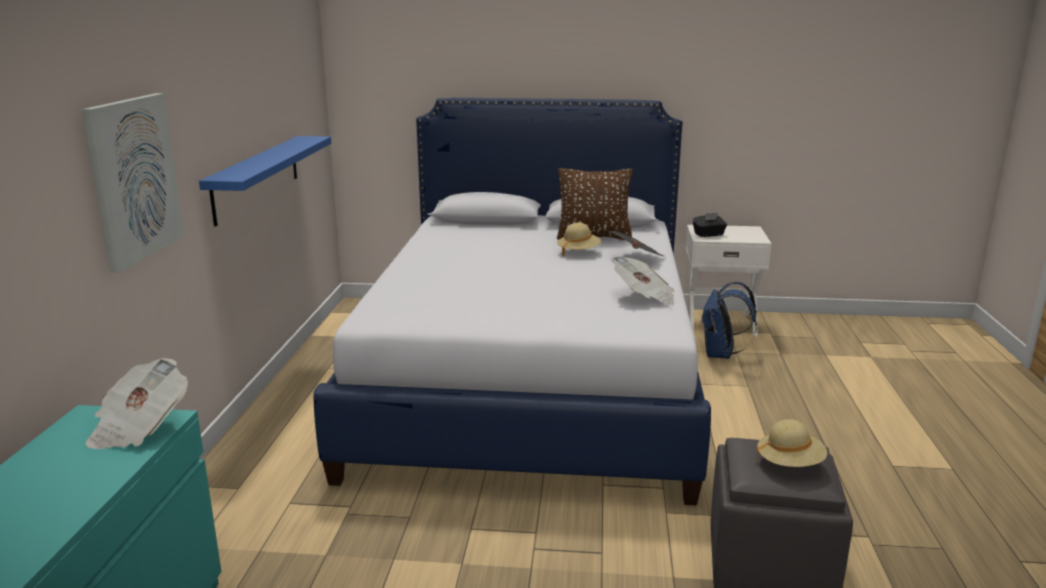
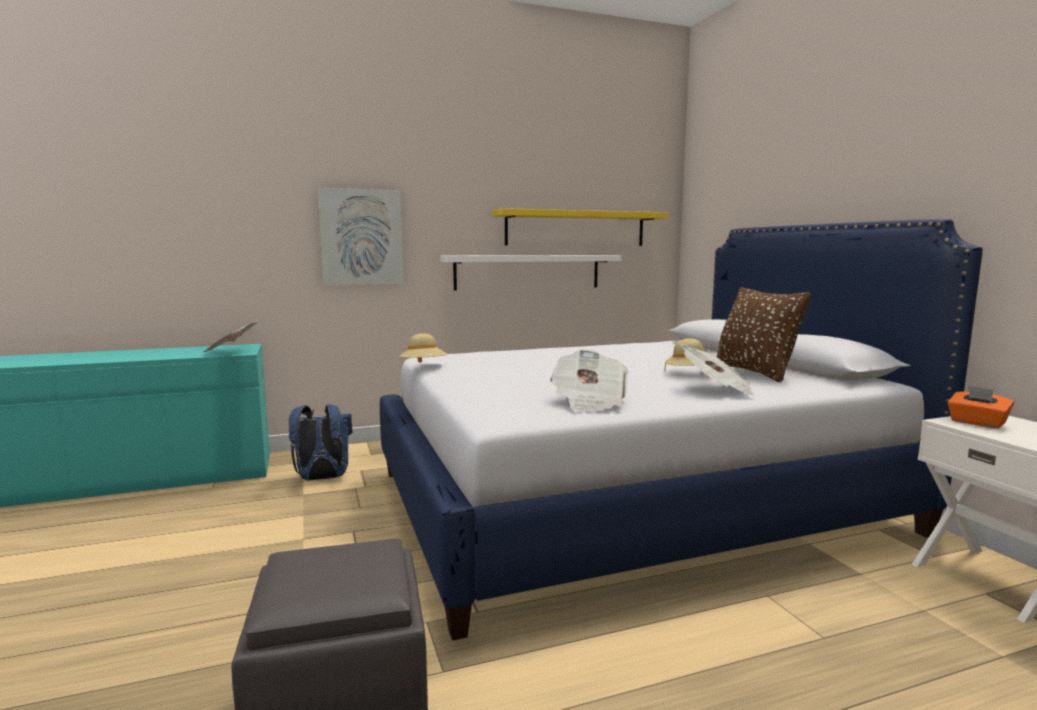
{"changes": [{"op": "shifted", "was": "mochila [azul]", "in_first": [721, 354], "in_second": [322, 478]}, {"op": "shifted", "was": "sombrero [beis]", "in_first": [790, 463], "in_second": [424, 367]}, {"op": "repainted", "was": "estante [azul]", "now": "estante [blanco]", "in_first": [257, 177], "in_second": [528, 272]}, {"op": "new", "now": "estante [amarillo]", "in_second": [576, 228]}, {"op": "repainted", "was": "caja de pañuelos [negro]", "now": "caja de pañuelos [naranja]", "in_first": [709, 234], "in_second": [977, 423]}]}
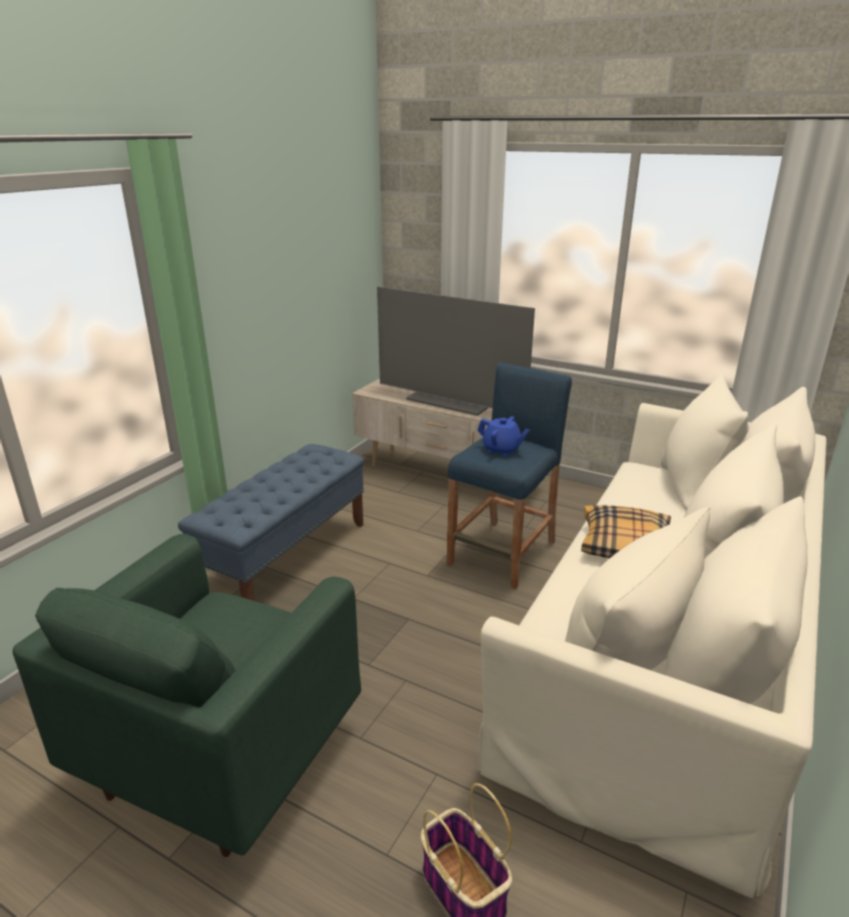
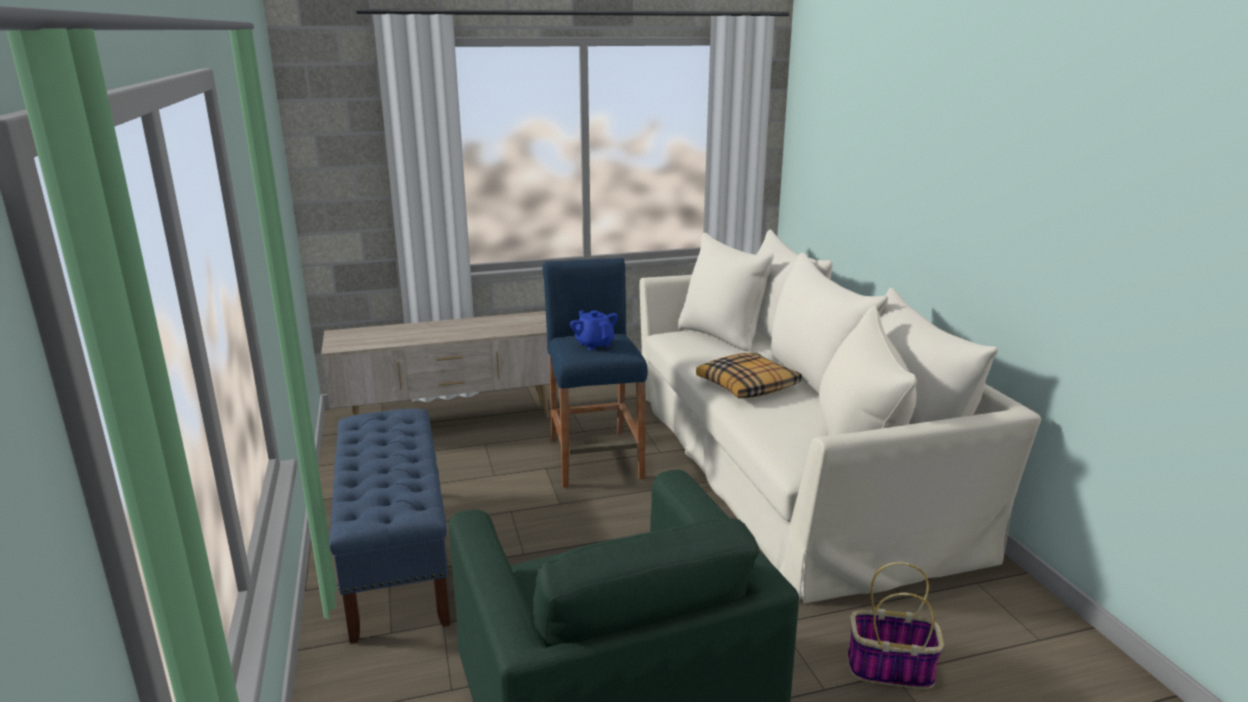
{"changes": [{"op": "rotated", "was": "tetera [azul]", "in_first": [501, 450], "in_second": [594, 344], "clockwise": -105}, {"op": "gone", "was": "televisor", "in_first": [451, 401]}]}
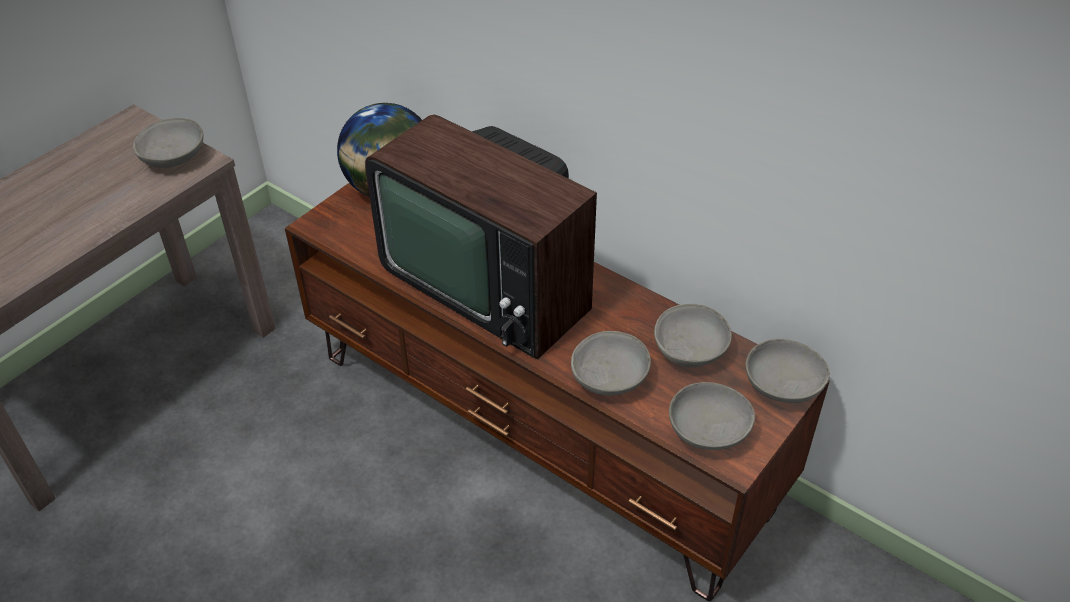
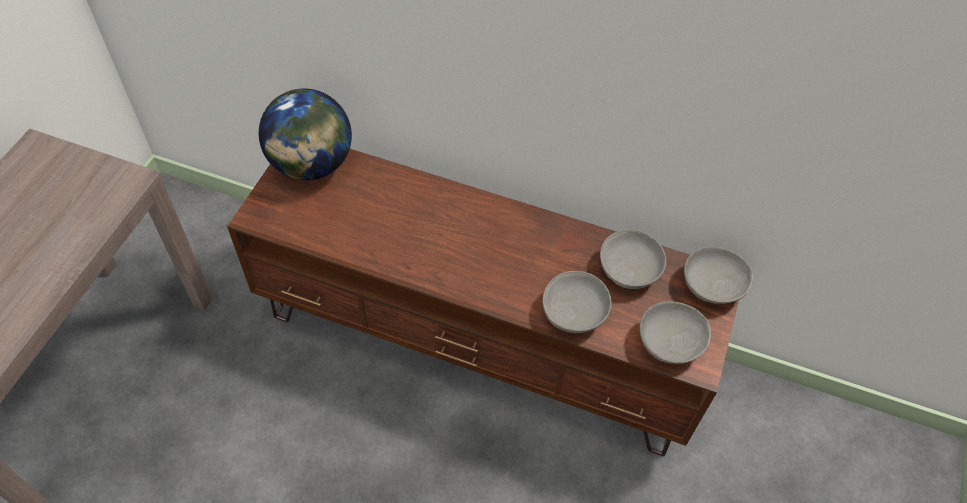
{"changes": [{"op": "gone", "was": "cuenco [gris]", "in_first": [175, 158]}, {"op": "gone", "was": "televisor", "in_first": [491, 279]}]}
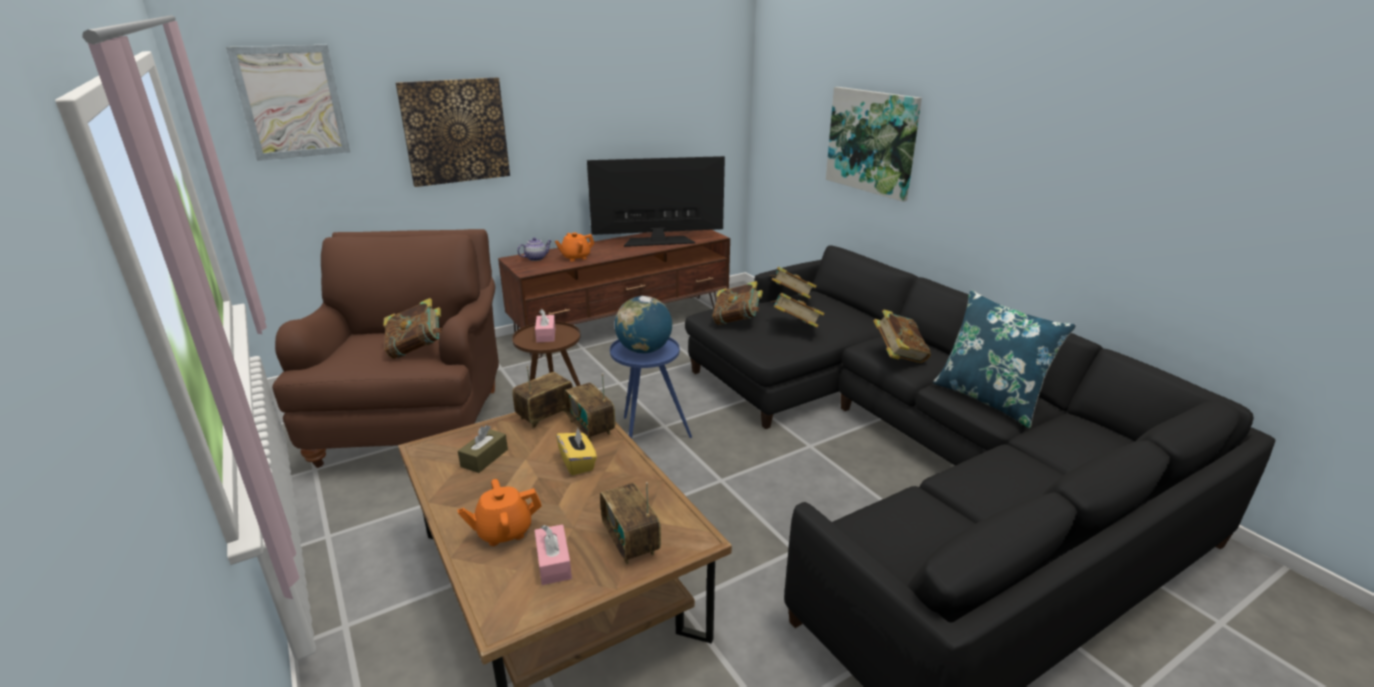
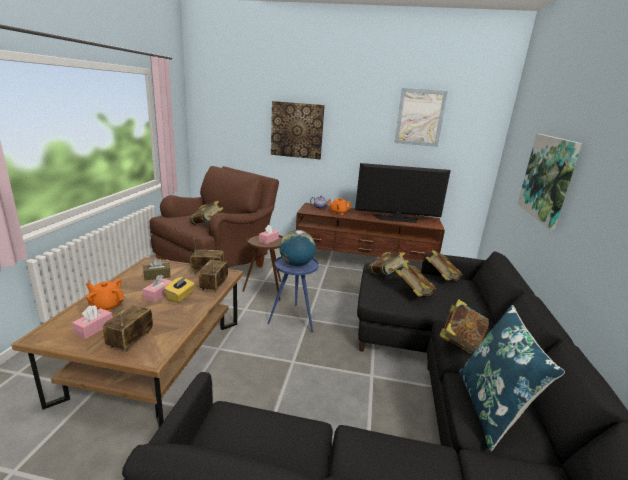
{"changes": [{"op": "new", "now": "caja de pañuelos [rosa]", "in_second": [158, 295]}, {"op": "rotated", "was": "televisor", "in_first": [658, 241], "in_second": [396, 219], "clockwise": 150}, {"op": "shifted", "was": "cuadro", "in_first": [291, 102], "in_second": [420, 117]}]}
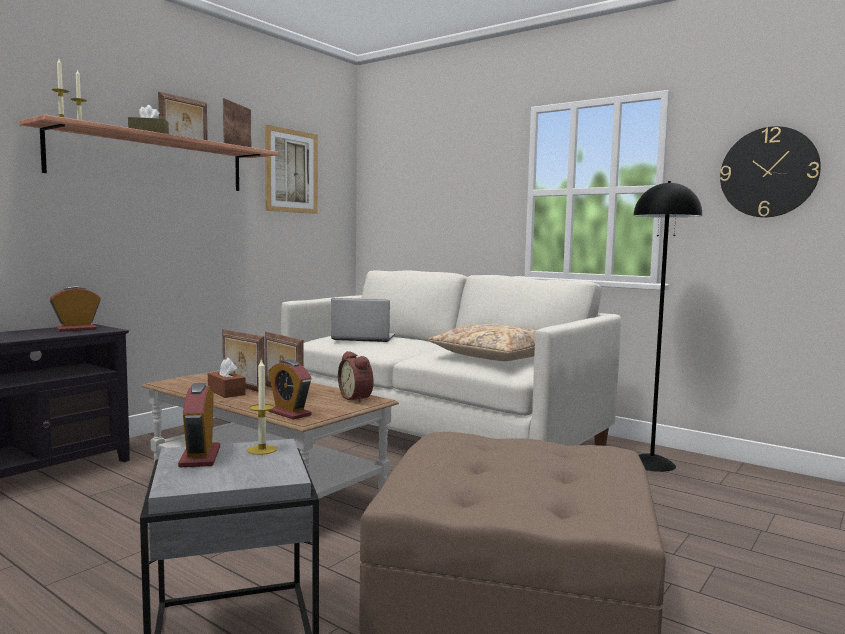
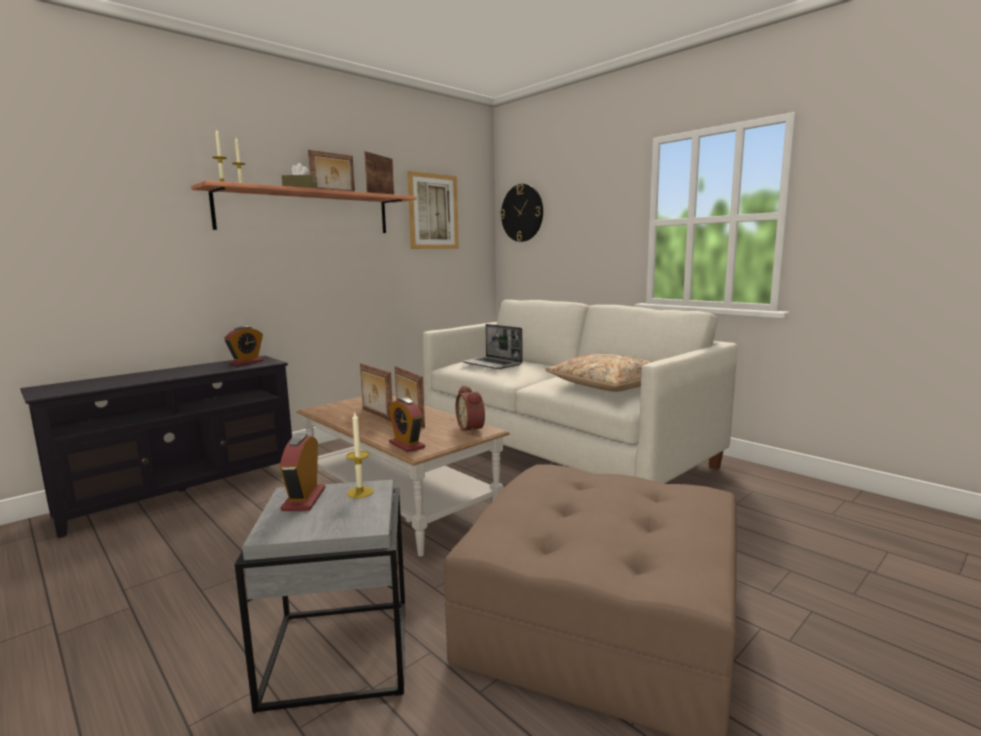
{"changes": [{"op": "rotated", "was": "despertador", "in_first": [76, 329], "in_second": [246, 362], "clockwise": 150}, {"op": "rotated", "was": "portátil", "in_first": [362, 338], "in_second": [492, 364], "clockwise": -150}, {"op": "shifted", "was": "reloj de pared", "in_first": [768, 172], "in_second": [522, 213]}, {"op": "gone", "was": "caja de pañuelos [marrón]", "in_first": [226, 392]}, {"op": "gone", "was": "lámpara de pie [negro]", "in_first": [652, 463]}]}
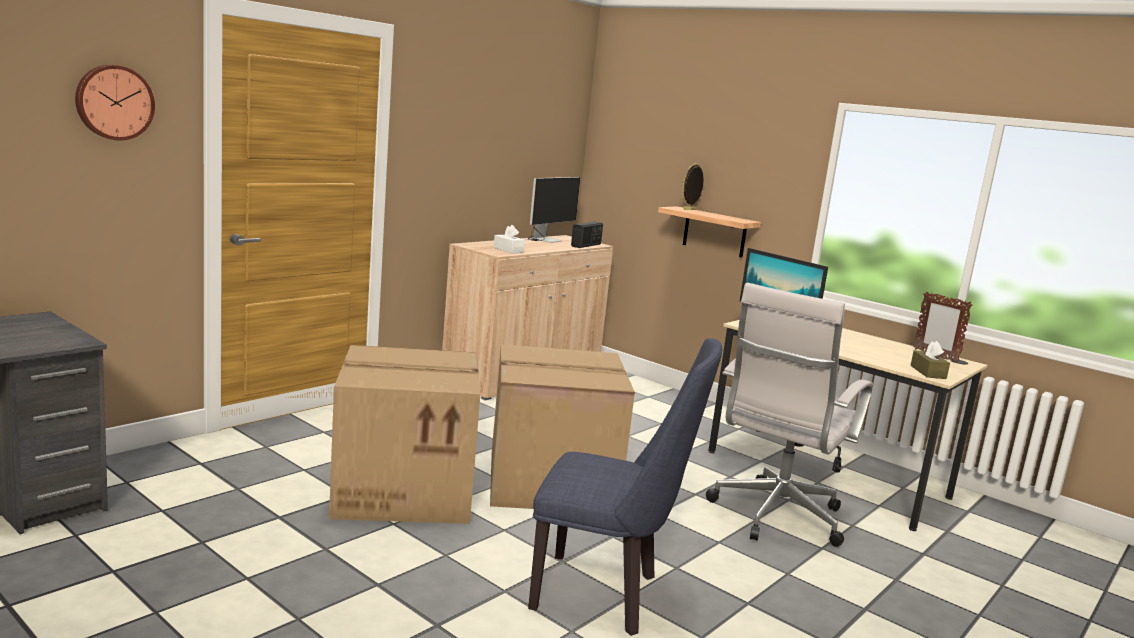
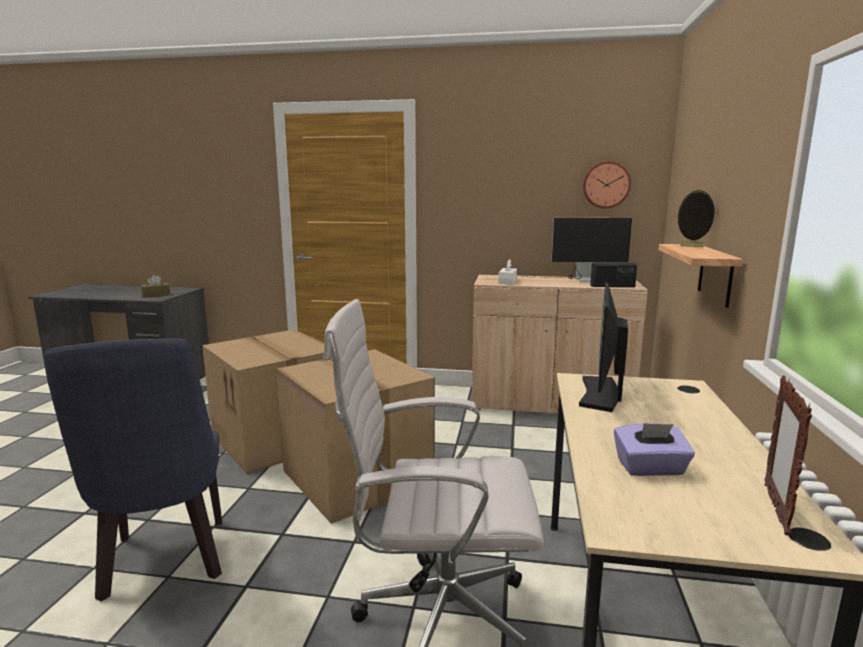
{"changes": [{"op": "shifted", "was": "caja de pañuelos [marrón]", "in_first": [928, 372], "in_second": [156, 295]}, {"op": "shifted", "was": "reloj de pared", "in_first": [114, 102], "in_second": [606, 185]}, {"op": "new", "now": "caja de pañuelos [morado]", "in_second": [650, 468]}]}
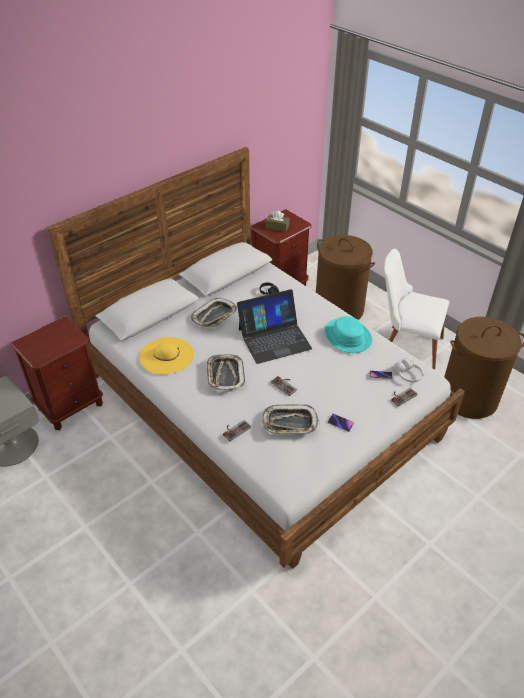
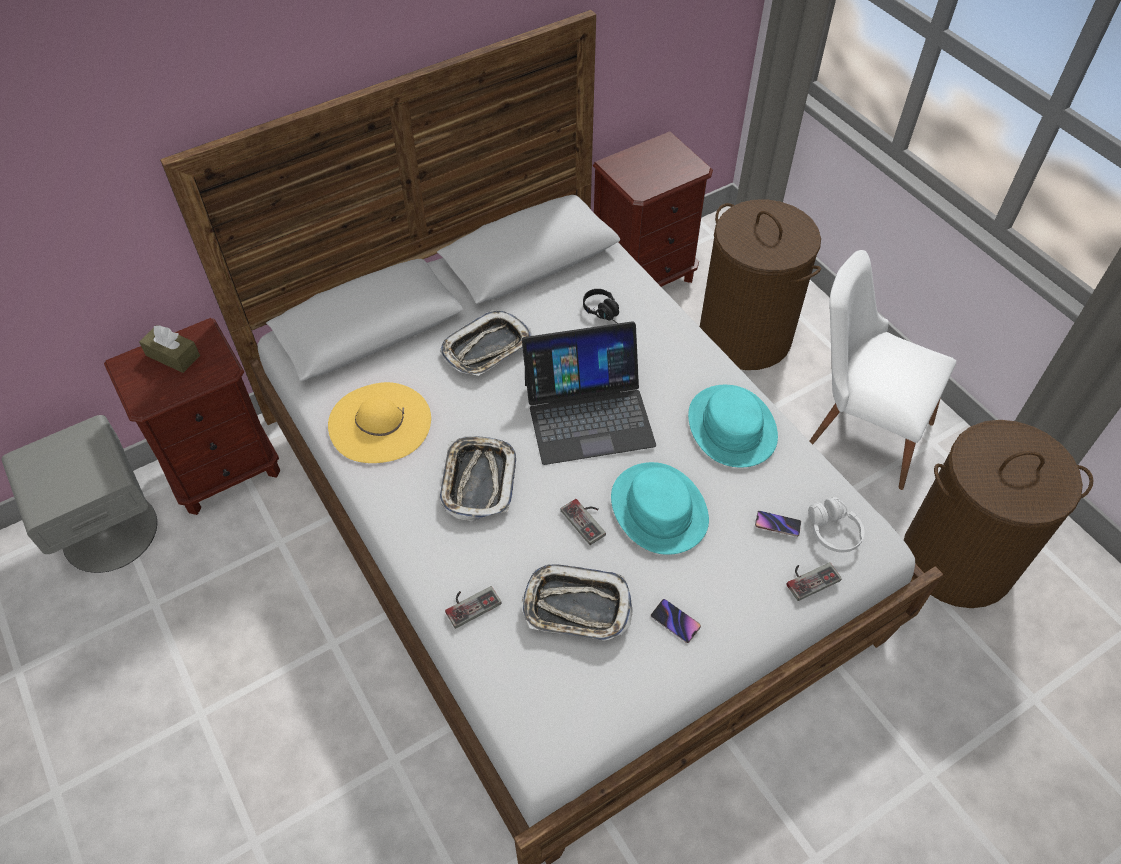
{"changes": [{"op": "shifted", "was": "caja de pañuelos [marrón]", "in_first": [277, 227], "in_second": [173, 355]}, {"op": "new", "now": "sombrero [turquesa]", "in_second": [659, 509]}]}
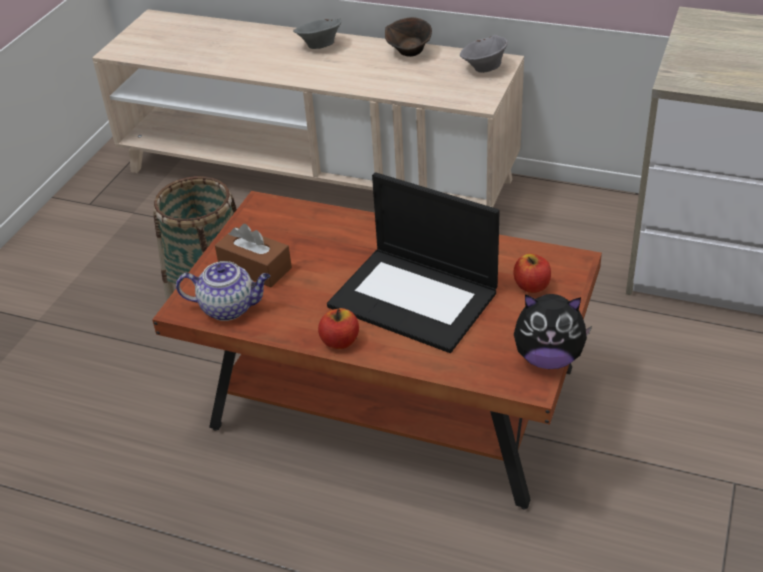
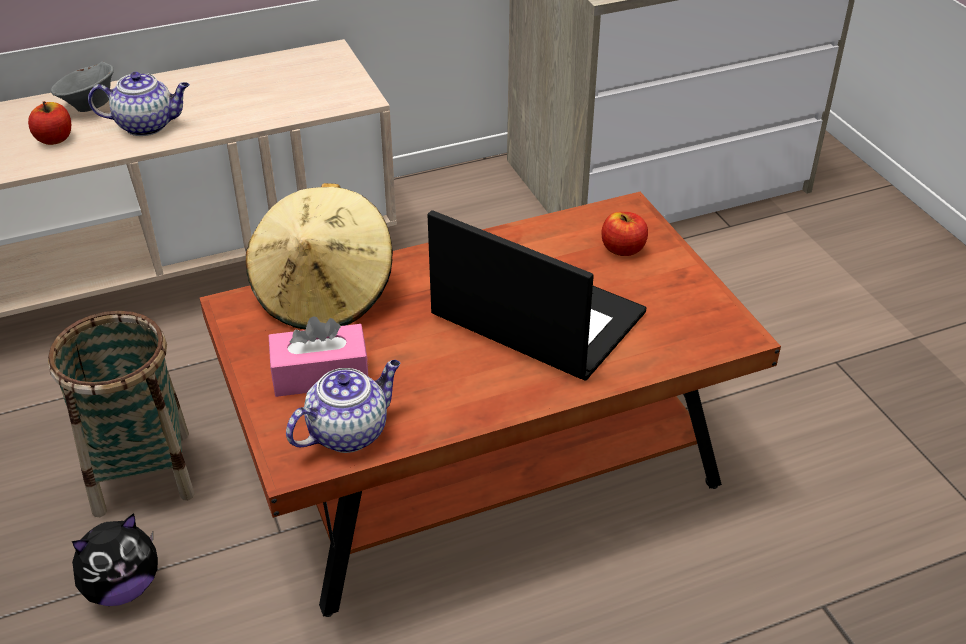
{"changes": [{"op": "shifted", "was": "manzana", "in_first": [340, 341], "in_second": [54, 139]}, {"op": "shifted", "was": "peluche", "in_first": [548, 358], "in_second": [122, 587]}, {"op": "new", "now": "tetera", "in_second": [147, 125]}, {"op": "new", "now": "sombrero [beis]", "in_second": [324, 294]}, {"op": "repainted", "was": "caja de pañuelos [marrón]", "now": "caja de pañuelos [rosa]", "in_first": [255, 267], "in_second": [320, 374]}, {"op": "rotated", "was": "portátil", "in_first": [415, 298], "in_second": [534, 315], "clockwise": -135}, {"op": "gone", "was": "cuenco [marrón]", "in_first": [410, 53]}, {"op": "gone", "was": "cuenco [gris]", "in_first": [484, 68]}]}
